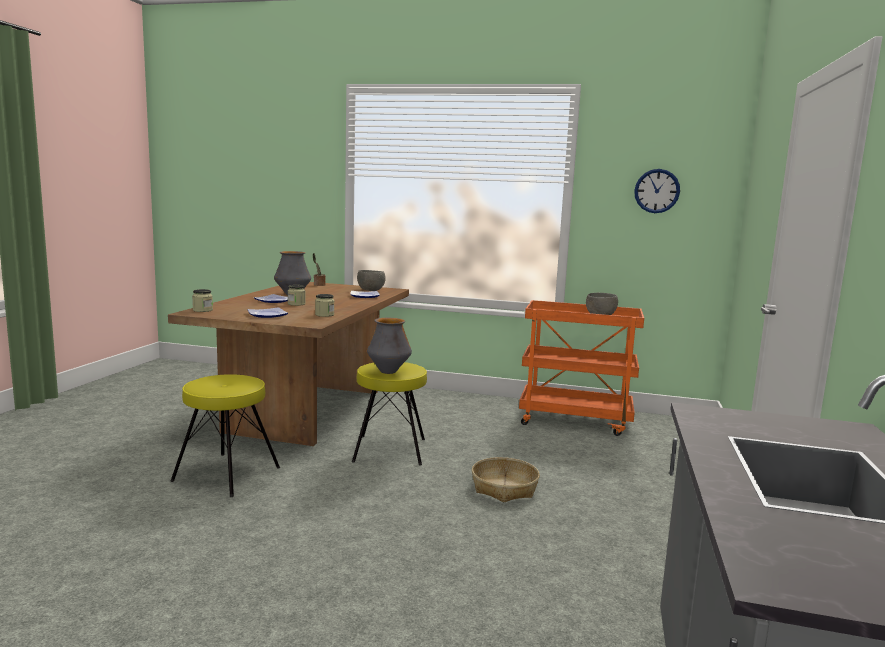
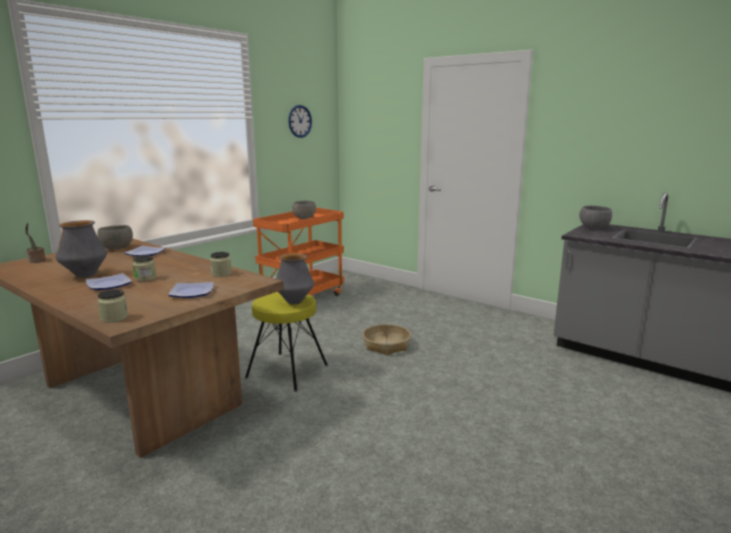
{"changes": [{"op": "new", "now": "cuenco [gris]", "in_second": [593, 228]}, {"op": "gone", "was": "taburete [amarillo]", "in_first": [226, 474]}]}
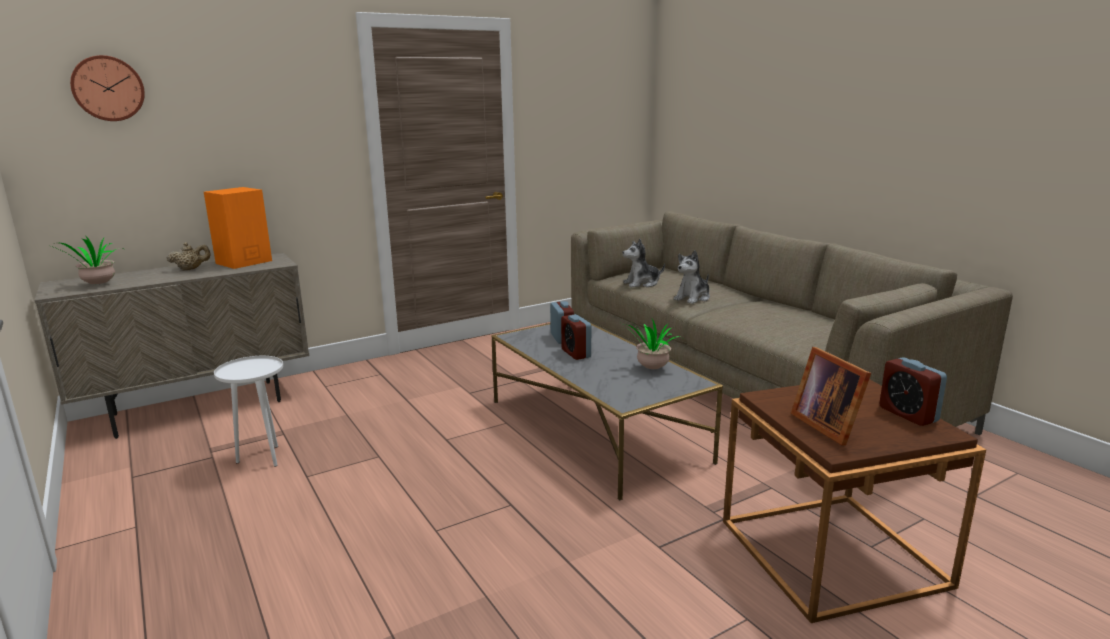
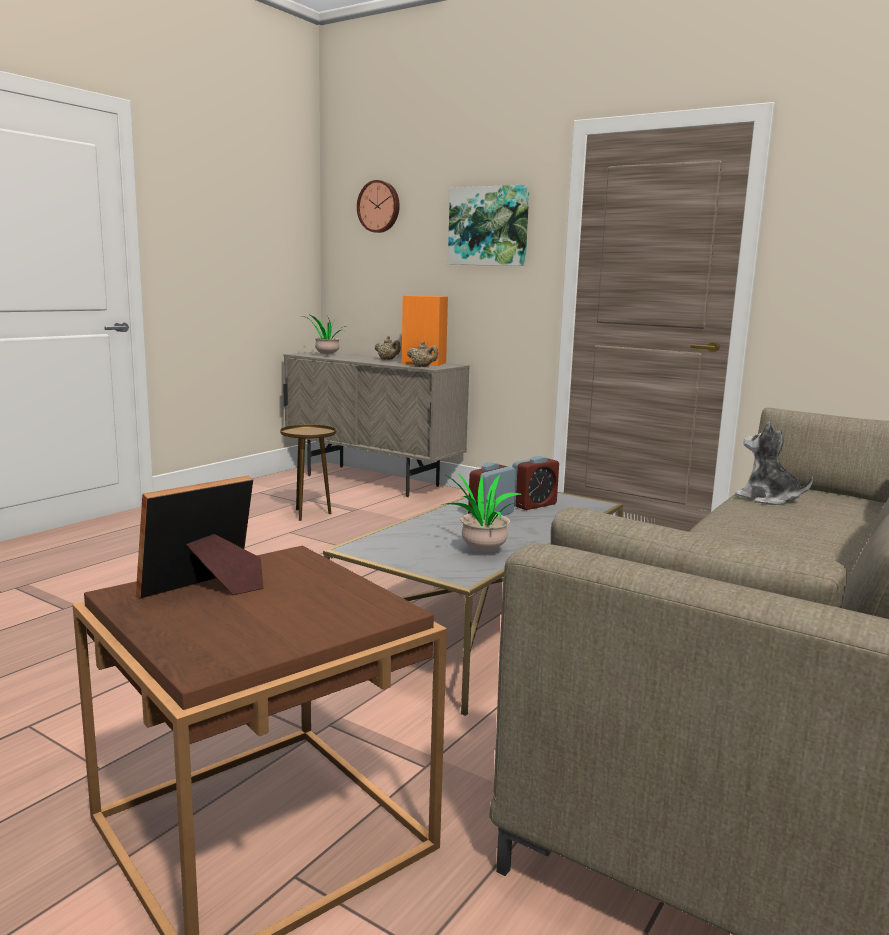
{"changes": [{"op": "repainted", "was": "mesa auxiliar [blanco]", "now": "mesa auxiliar [marrón]", "in_first": [263, 458], "in_second": [309, 514]}, {"op": "new", "now": "tetera [beis]", "in_second": [422, 367]}, {"op": "new", "now": "cuadro", "in_second": [489, 226]}, {"op": "gone", "was": "peluche", "in_first": [693, 298]}, {"op": "gone", "was": "despertador", "in_first": [908, 414]}]}
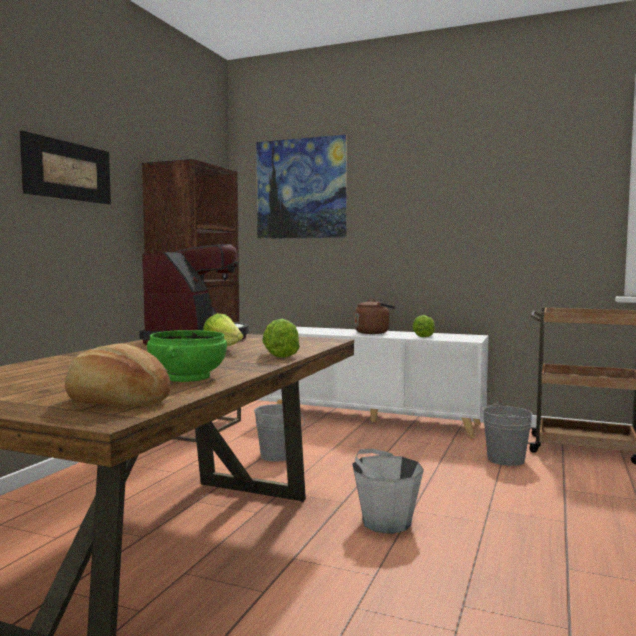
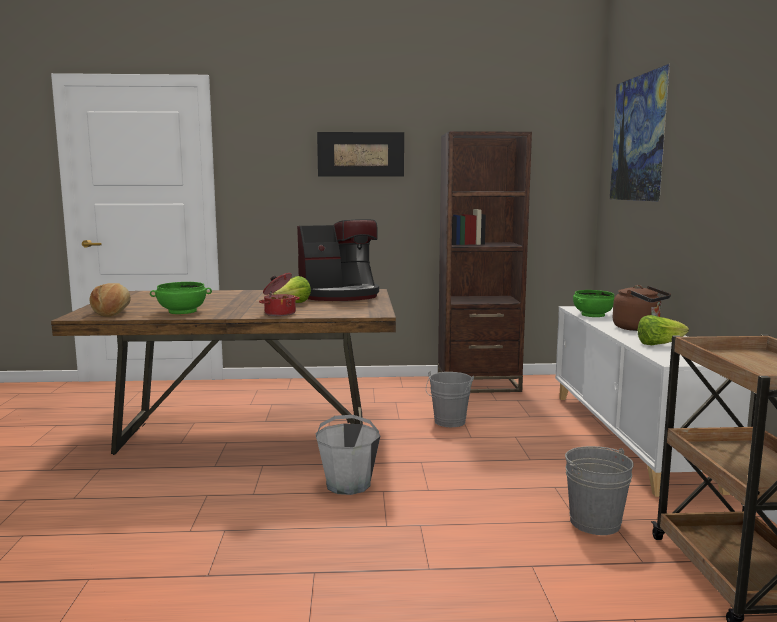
{"changes": [{"op": "swapped", "was": "lechuga", "now": "olla", "in_first": [278, 355], "in_second": [279, 313]}, {"op": "new", "now": "cuenco [verde]", "in_second": [592, 315]}]}
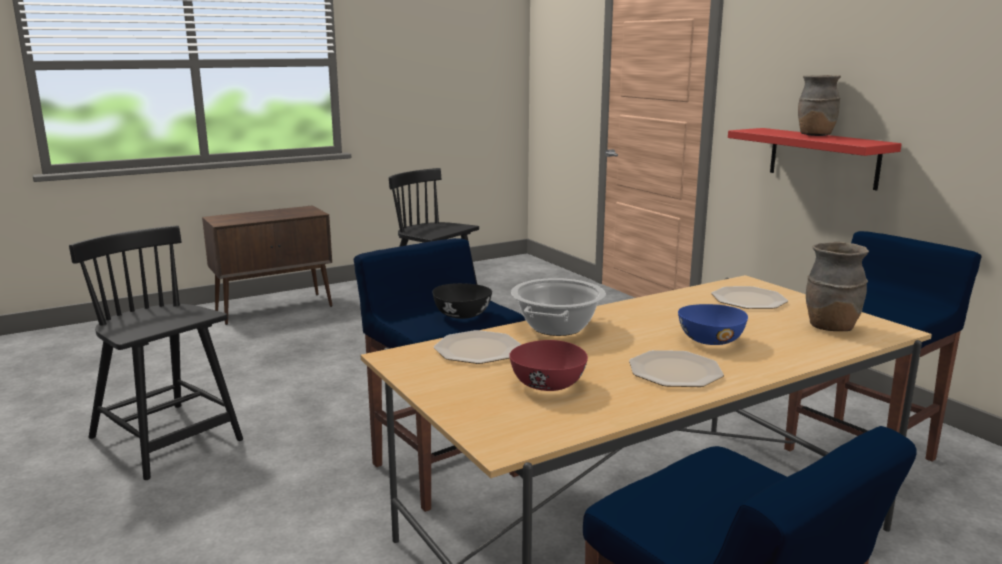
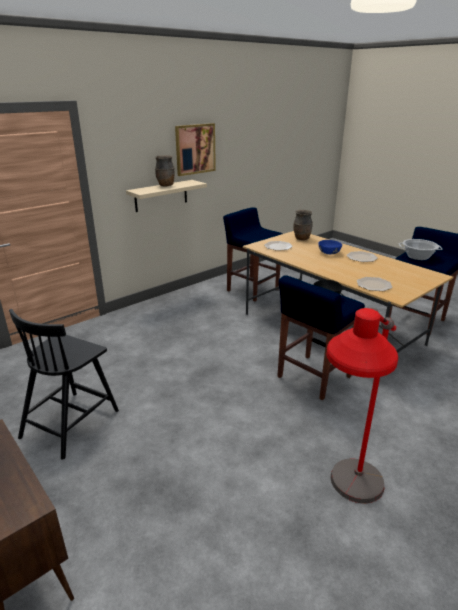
{"changes": [{"op": "repainted", "was": "estante [rojo]", "now": "estante [beis]", "in_first": [823, 158], "in_second": [161, 195]}, {"op": "new", "now": "cuadro", "in_second": [195, 149]}, {"op": "swapped", "was": "silla [negro]", "now": "lámpara de pie [rojo]", "in_first": [167, 440], "in_second": [346, 509]}, {"op": "shifted", "was": "olla", "in_first": [557, 327], "in_second": [417, 257]}, {"op": "gone", "was": "cuenco [rojo]", "in_first": [548, 385]}]}
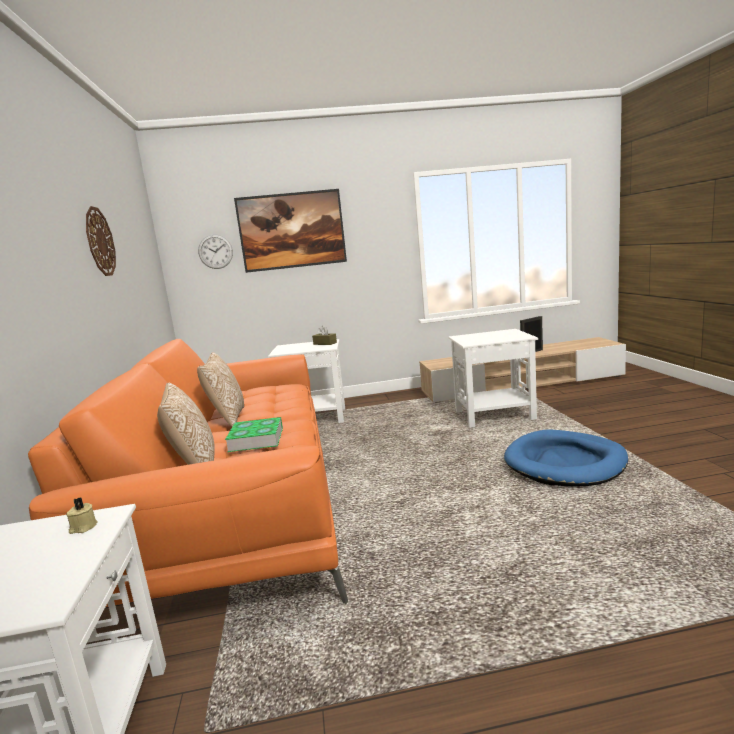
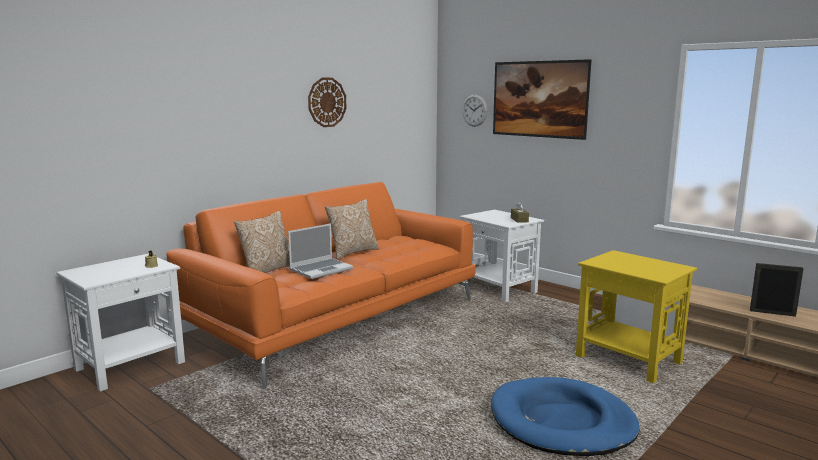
{"changes": [{"op": "swapped", "was": "libro", "now": "portátil", "in_first": [256, 439], "in_second": [321, 269]}, {"op": "repainted", "was": "mesa auxiliar [blanco]", "now": "mesa auxiliar [amarillo]", "in_first": [493, 415], "in_second": [627, 359]}]}
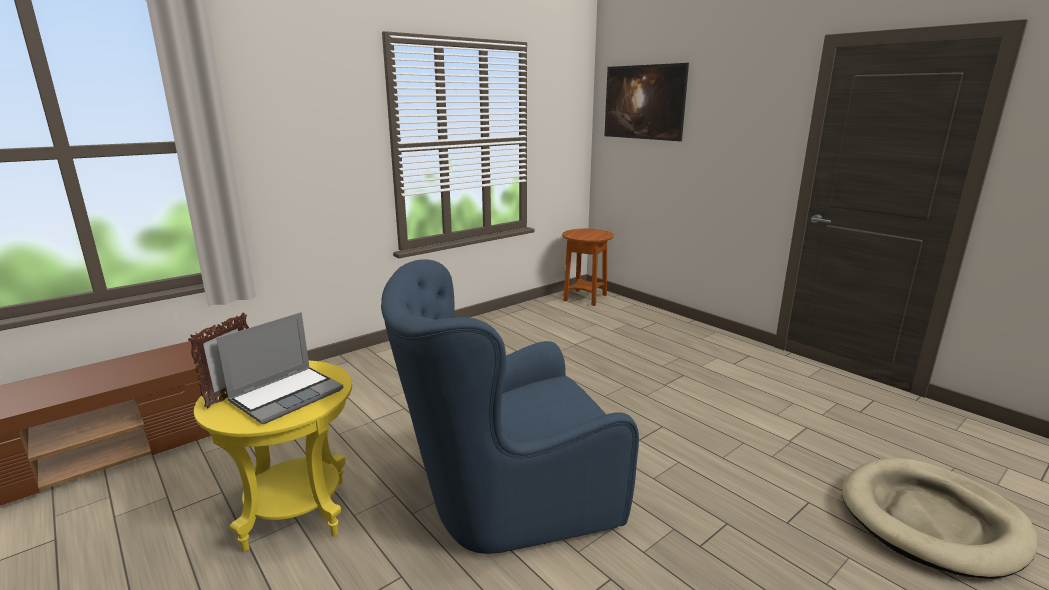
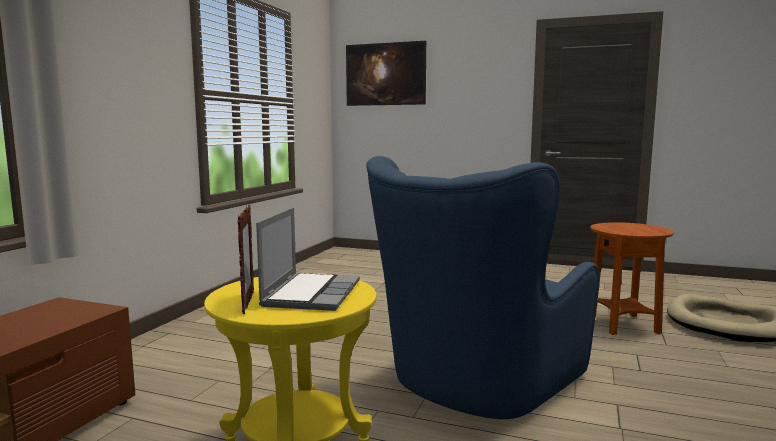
{"changes": [{"op": "shifted", "was": "mesa auxiliar [marrón]", "in_first": [585, 298], "in_second": [623, 325]}]}
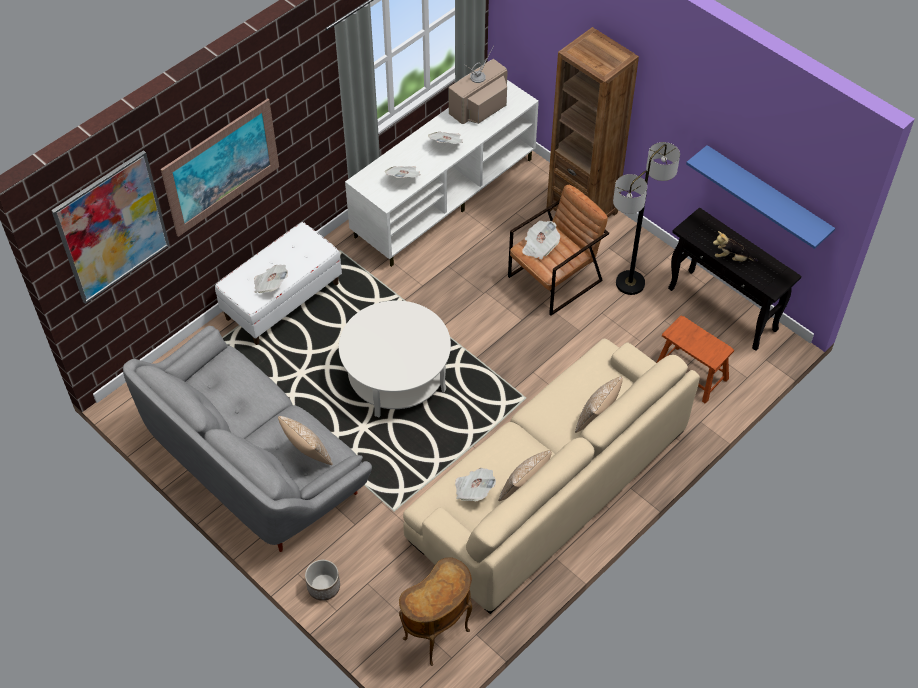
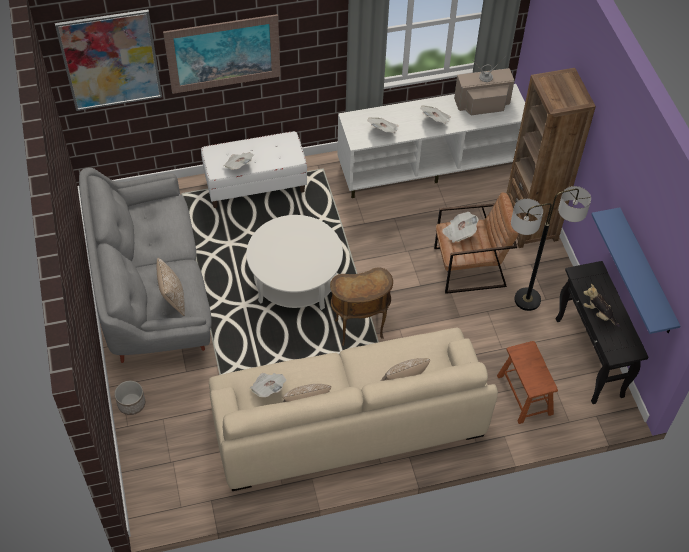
{"changes": [{"op": "shifted", "was": "mesa auxiliar [marrón]", "in_first": [438, 636], "in_second": [360, 330]}]}
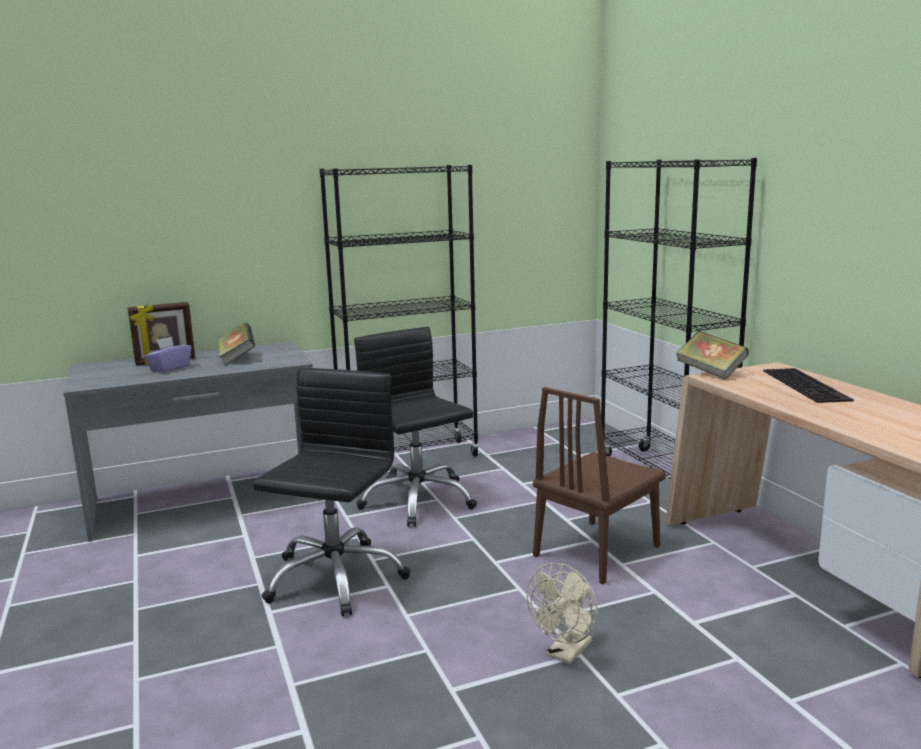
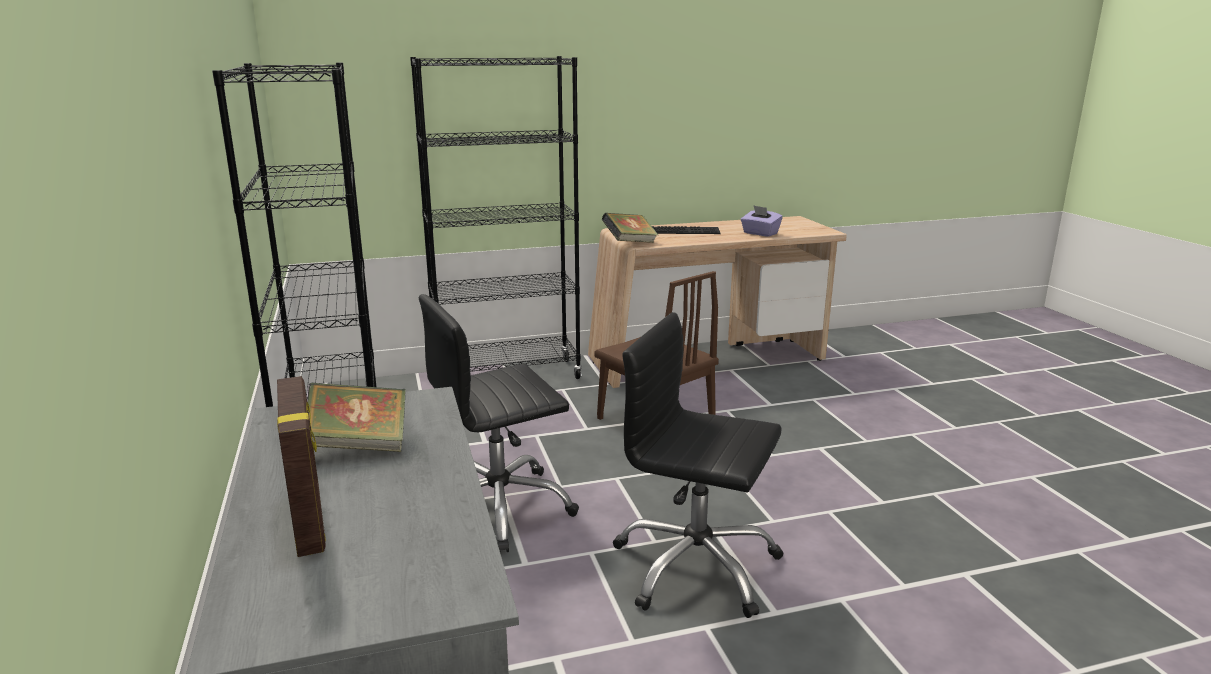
{"changes": [{"op": "shifted", "was": "caja de pañuelos [morado]", "in_first": [169, 368], "in_second": [760, 233]}, {"op": "gone", "was": "ventilador [beis]", "in_first": [566, 654]}]}
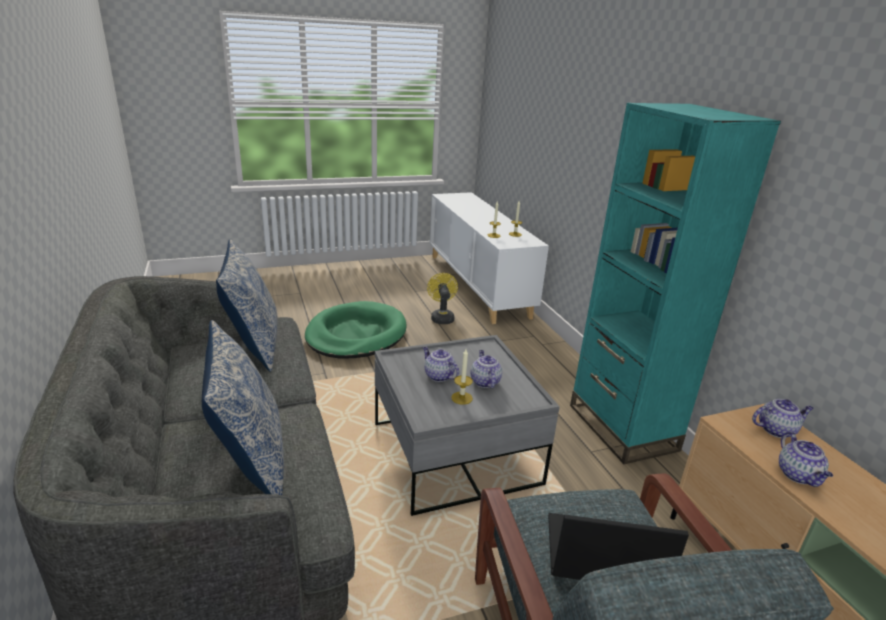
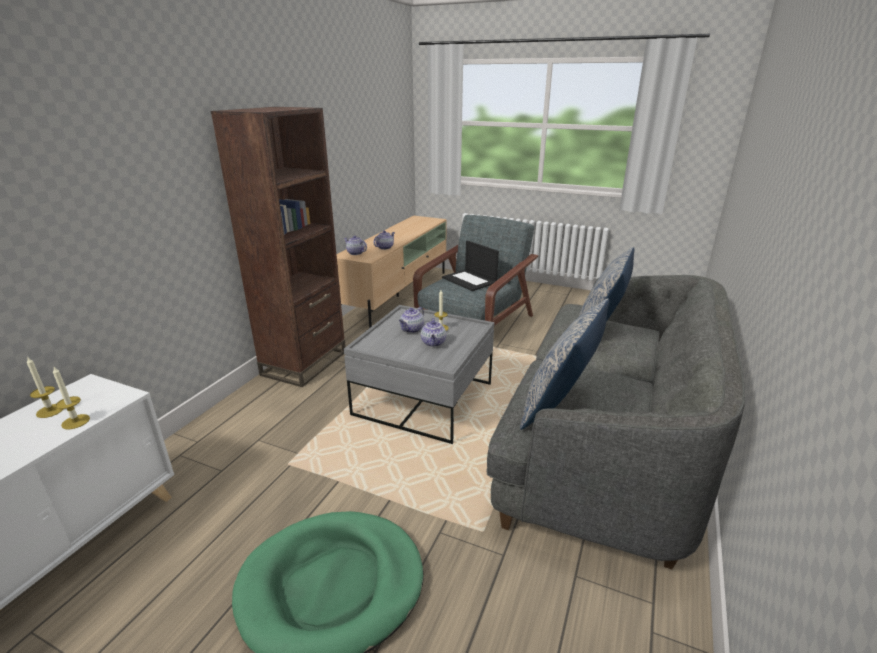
{"changes": [{"op": "repainted", "was": "estantería [turquesa]", "now": "estantería [marrón]", "in_first": [622, 427], "in_second": [304, 363]}, {"op": "gone", "was": "ventilador [amarillo]", "in_first": [441, 317]}]}
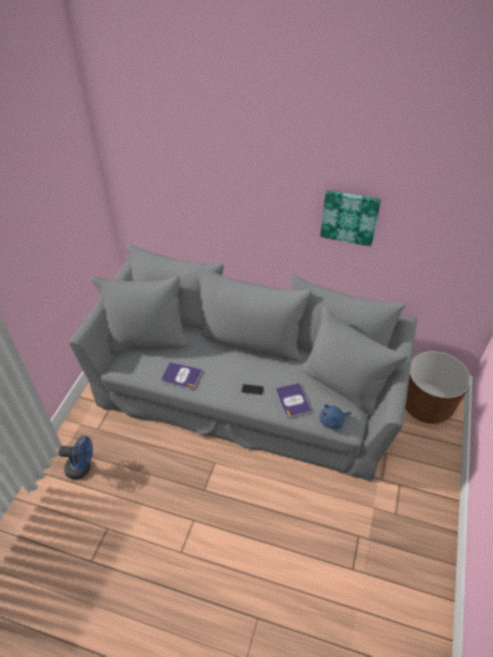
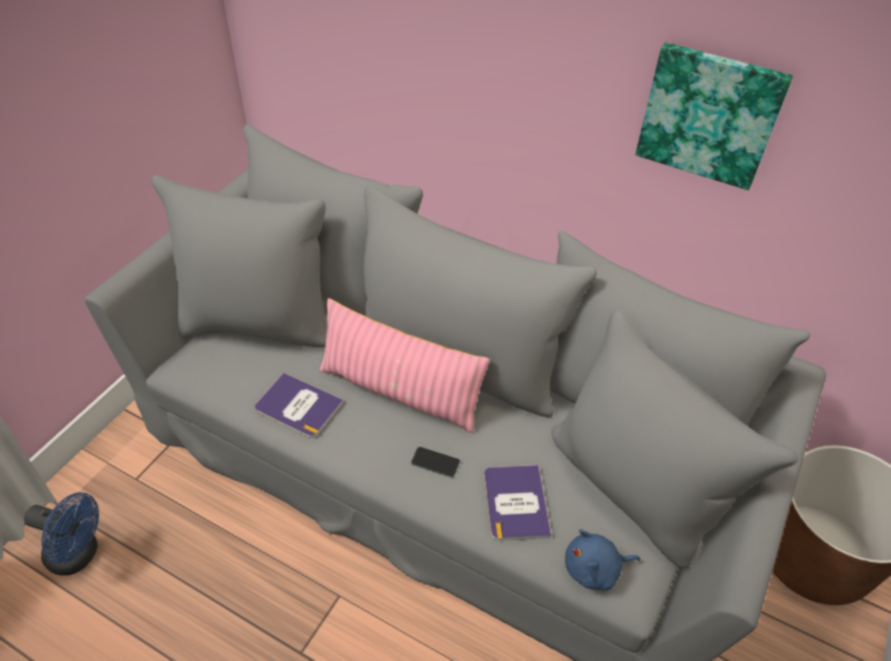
{"changes": [{"op": "new", "now": "cojín [rosa]", "in_second": [399, 391]}]}
